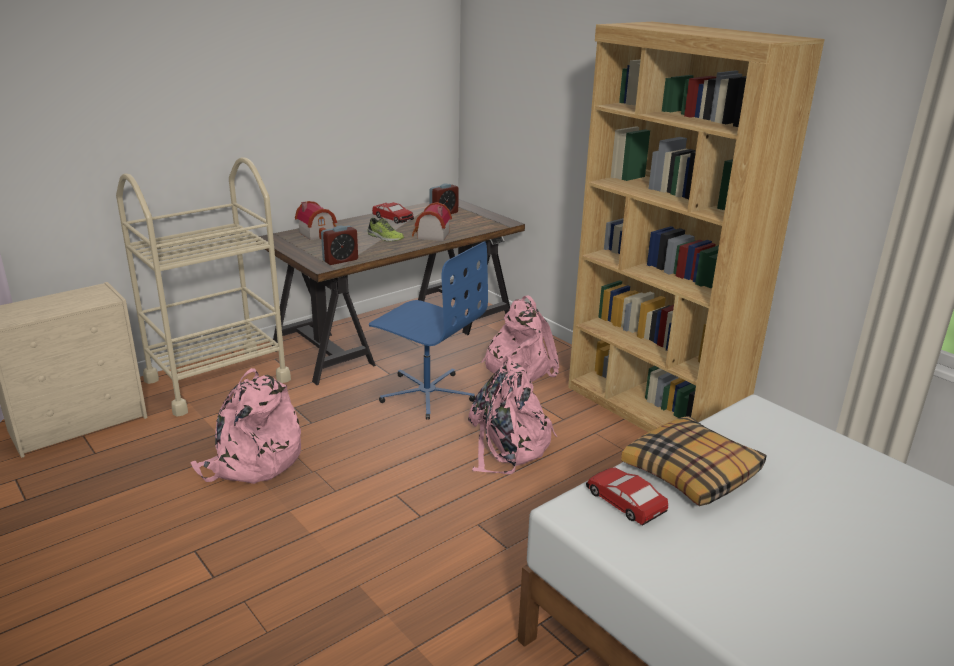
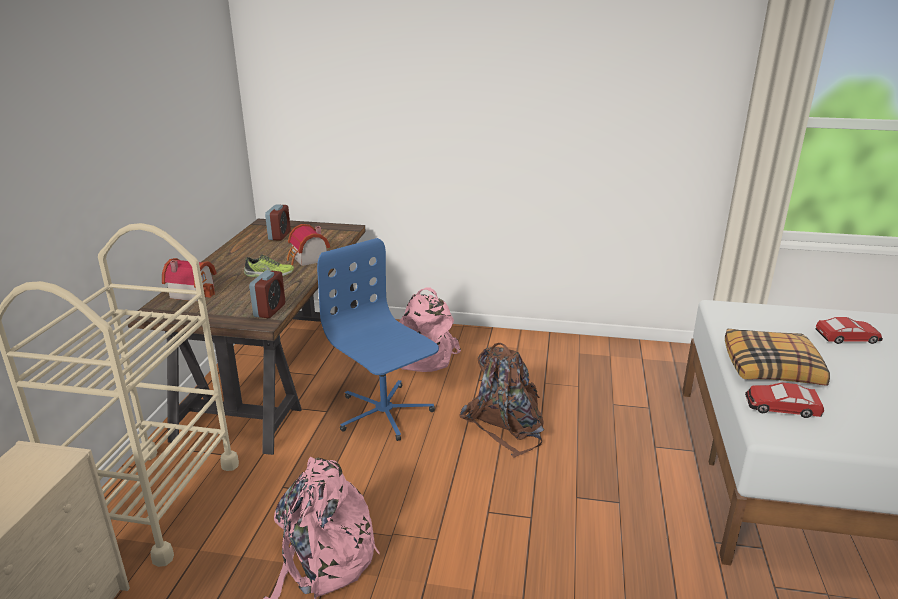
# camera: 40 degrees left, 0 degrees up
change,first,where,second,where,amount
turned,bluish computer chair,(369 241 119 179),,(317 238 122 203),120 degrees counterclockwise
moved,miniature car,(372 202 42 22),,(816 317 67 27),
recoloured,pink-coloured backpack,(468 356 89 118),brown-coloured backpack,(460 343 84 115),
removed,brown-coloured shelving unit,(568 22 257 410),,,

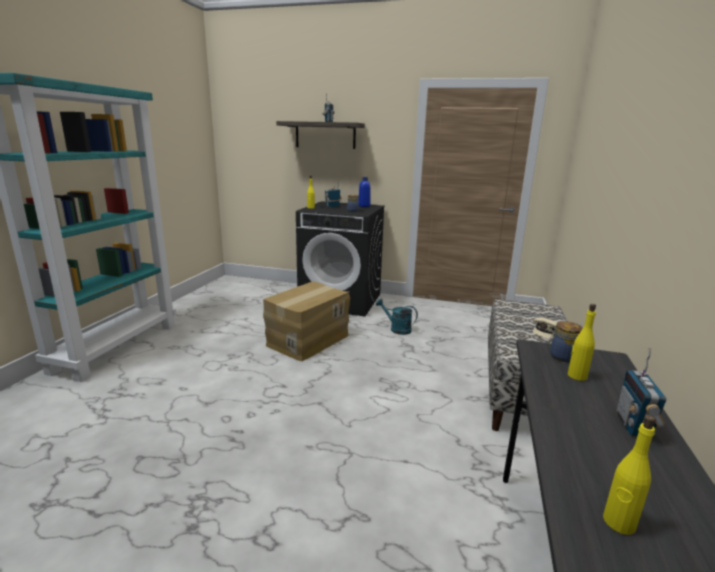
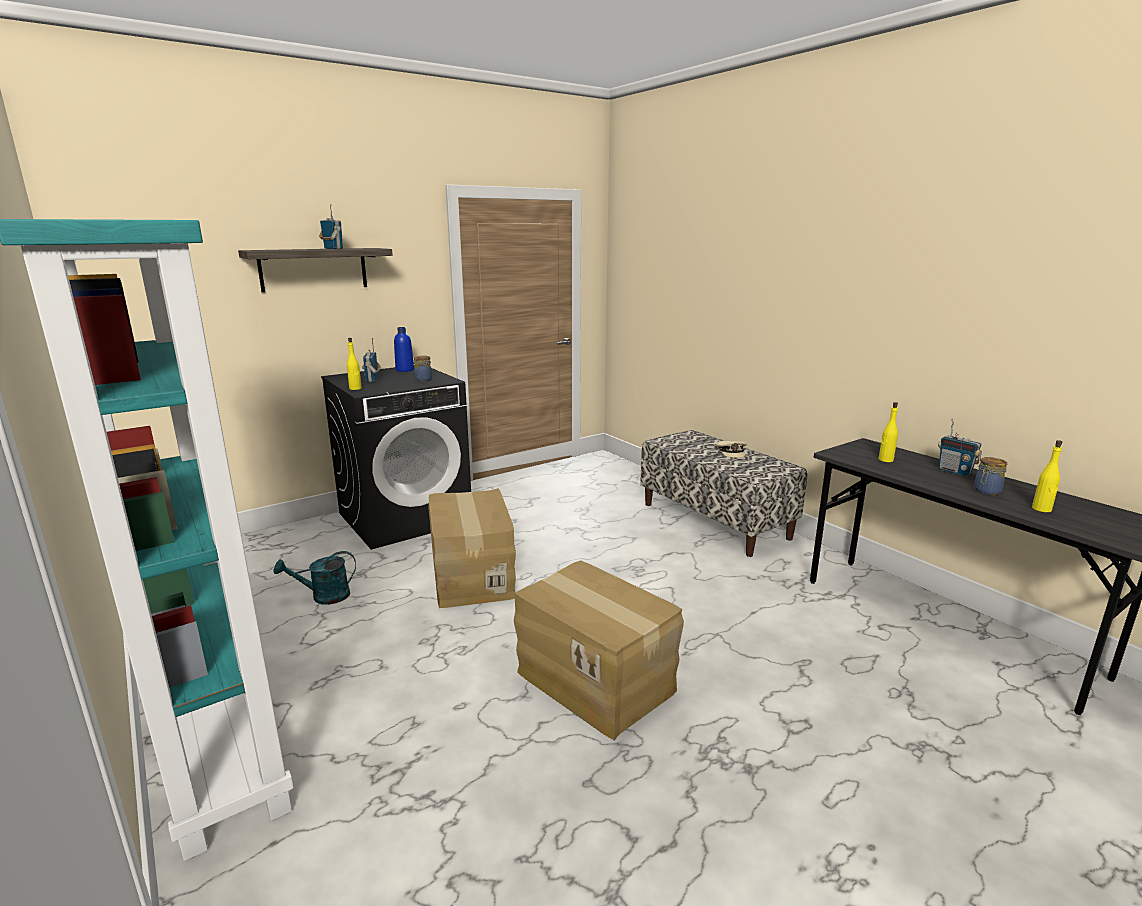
# camera: 50 degrees left, 0 degrees up
change,first,where,second,where,amount
moved,turquoise-coloured watering pot,(376 299 42 36),,(273 551 83 54),
moved,jar,(549 321 34 41),,(974 457 33 38),
added,,,cardboard box,(514 561 170 179),

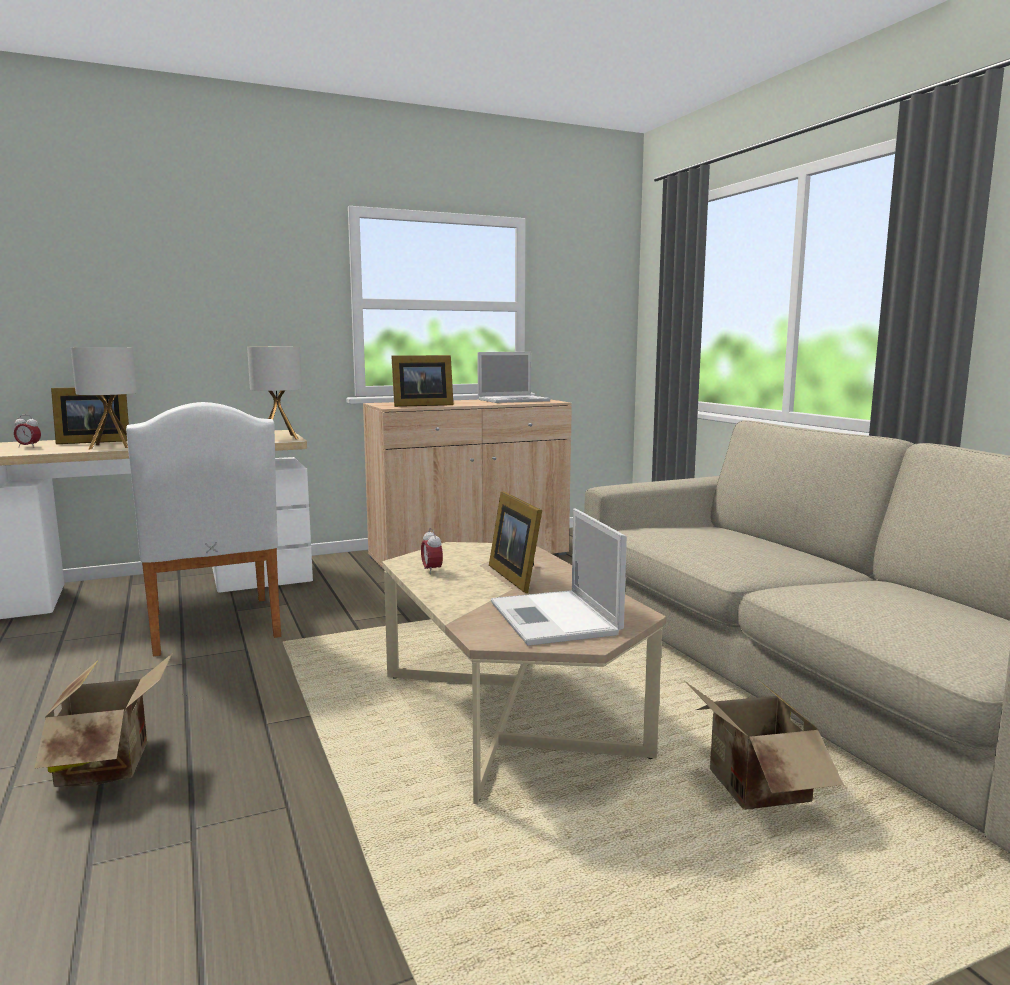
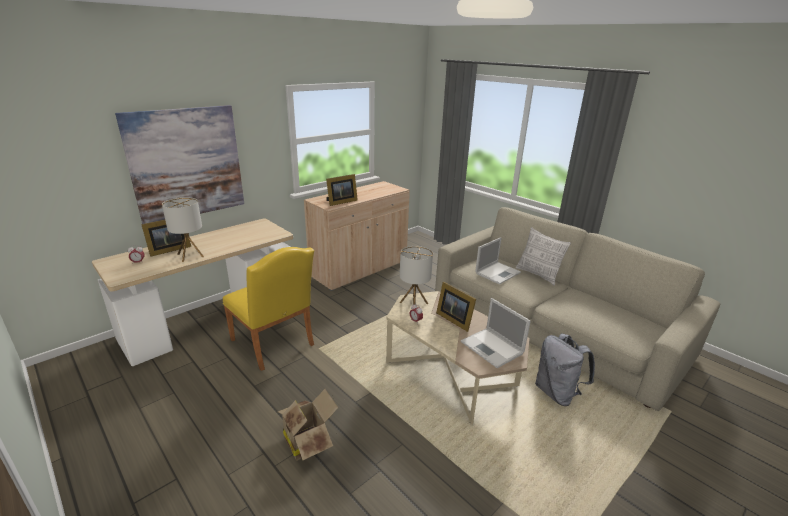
# camera: 20 degrees left, 15 degrees up
change,first,where,second,where,amount
recoloured,white-coloured upright chair,(126 402 155 255),yellow-coloured upright chair,(223 247 91 124),
moved,tabletop lamp,(247 347 55 92),,(400 246 33 59),
moved,portable computer,(477 352 73 51),,(475 237 46 47),
replaced,cardboard box,(685 674 159 136),greyish backpack,(535 333 60 73),
added,,,wall picture,(115 105 129 119),
added,,,pillow,(516 227 55 58),

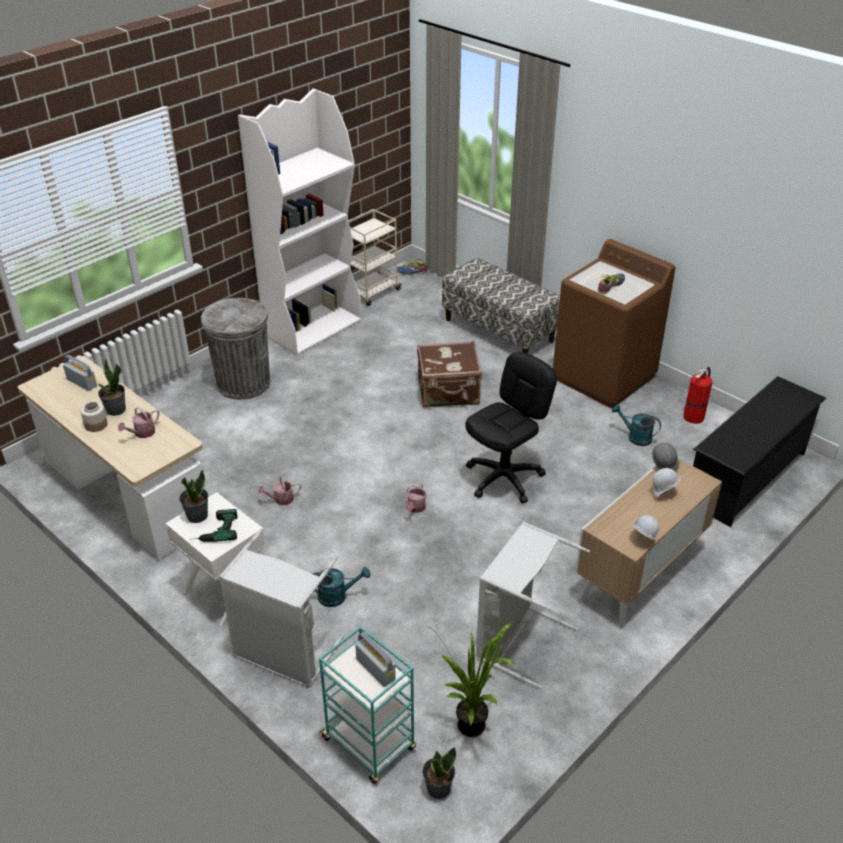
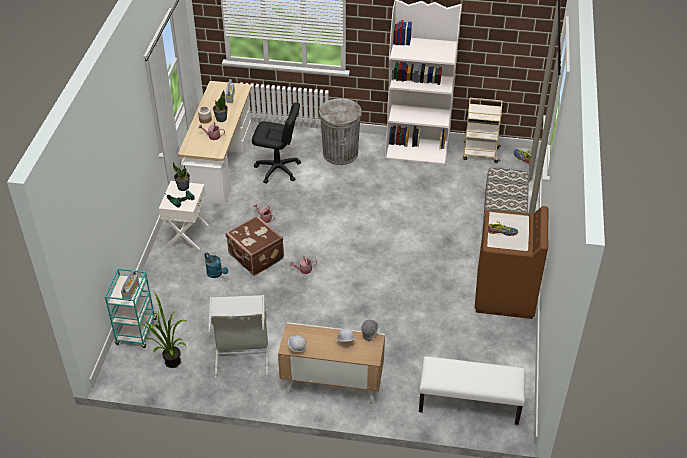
# camera: 55 degrees right, 5 degrees up
change,first,where,second,where,amount
removed,greyish laundry basket,(219 528 126 160),,,
moved,brown-coloured travel case,(417 341 65 67),,(226 216 58 60),
removed,plant in a pot,(422 748 34 51),,,
moved,black computer chair,(465 352 92 151),,(252 103 49 80),
removed,turquoise-coloured watering pot,(612 404 49 42),,,
removed,fire-fighting cylinder,(683 367 30 57),,,
replaced,black shoe stand,(693 376 133 151),white-coloured long seat,(419 356 107 69),

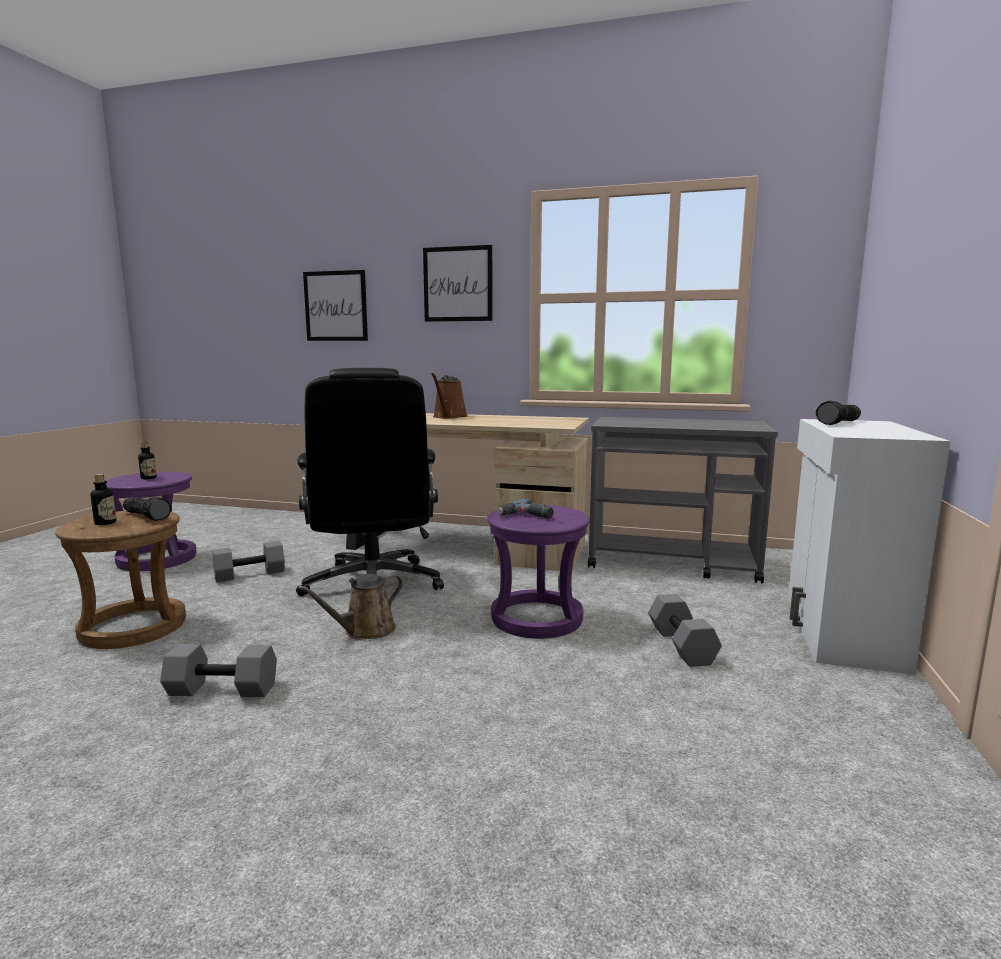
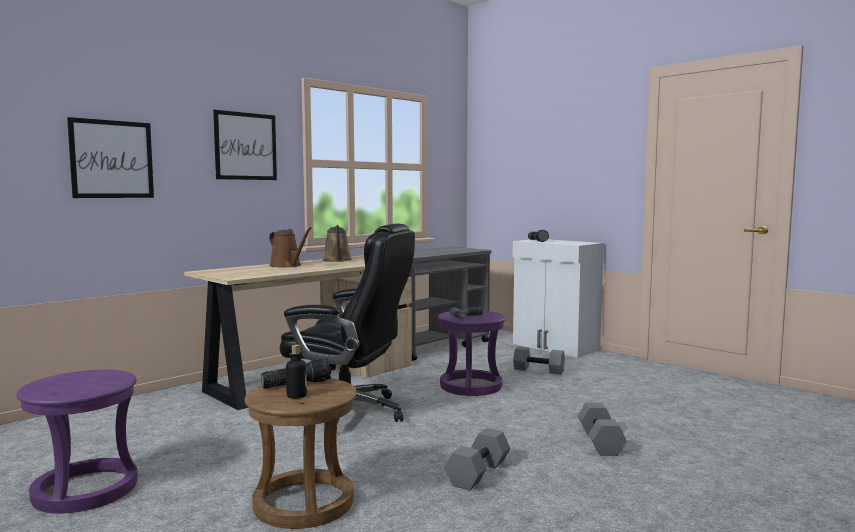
# camera: 60 degrees left, 5 degrees down
change,first,where,second,where,amount
removed,drink bottle,(138 442 19 37),,,
moved,greyish dumbbell,(212 541 73 41),,(578 402 49 54),
moved,brown-coloured watering pot,(297 573 106 67),,(323 225 29 37),

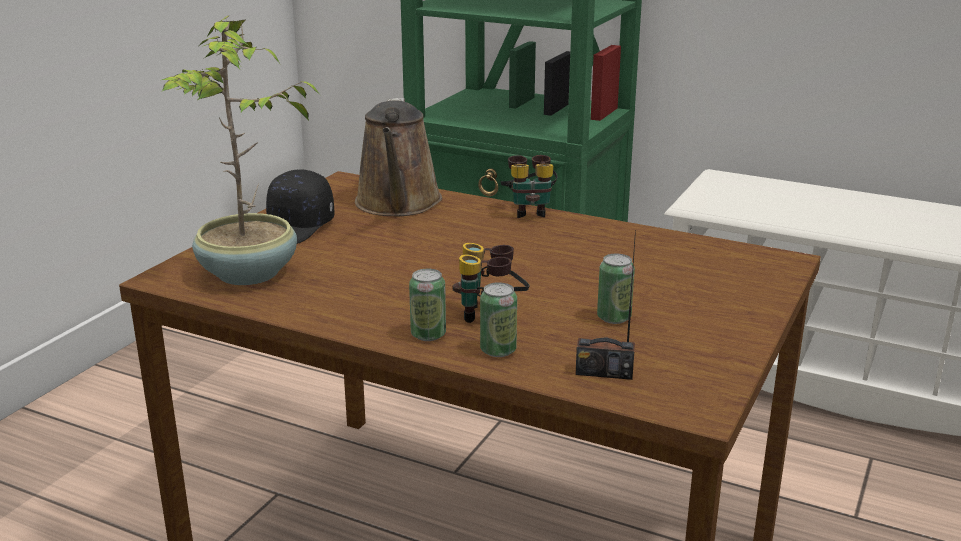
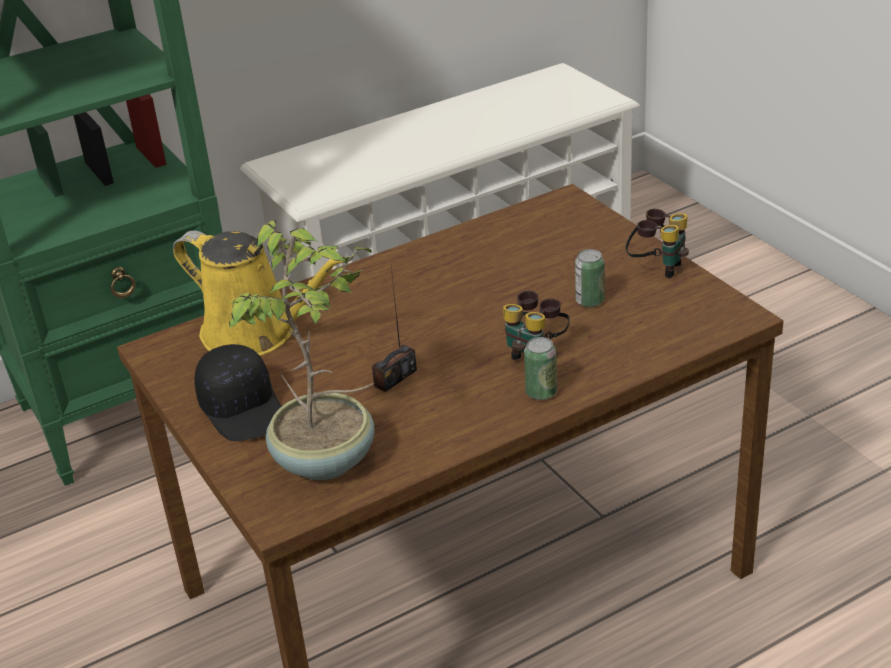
# camera: 55 degrees left, 10 degrees up
change,first,where,second,where,amount
recoloured,brown-coloured watering pot,(355 98 87 118),yellow-coloured watering pot,(173 231 172 125),
removed,metal can,(480 282 37 75),,,
moved,field glasses,(500 155 58 63),,(625 209 64 69),
moved,radio,(575 230 61 150),,(372 267 45 125),

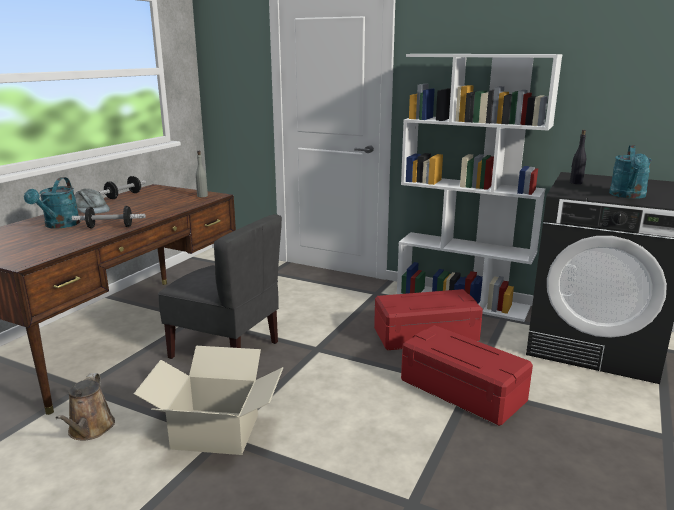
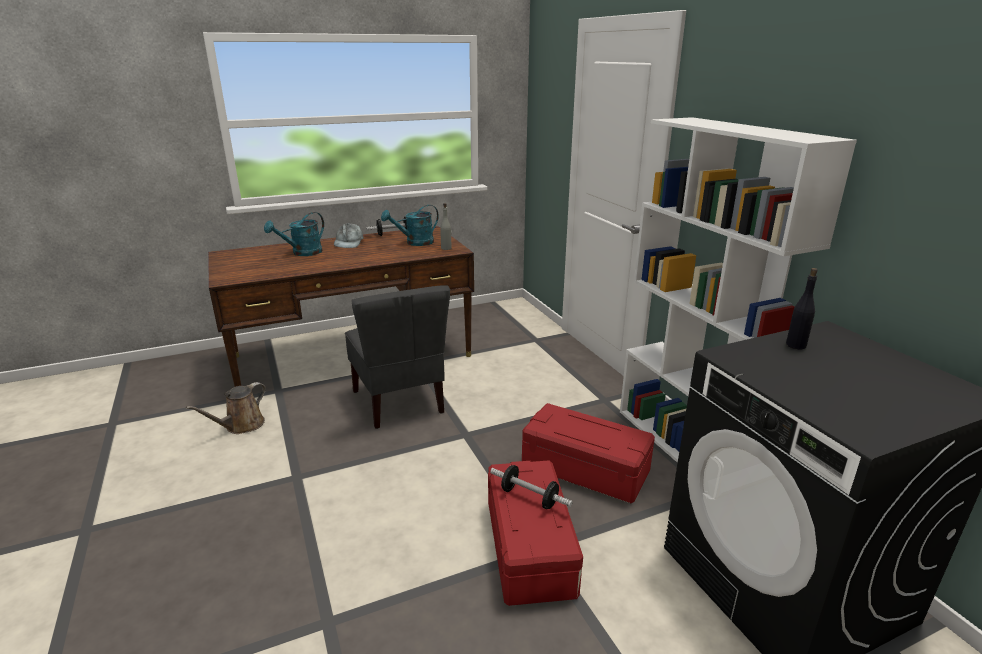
# camera: 40 degrees right, 5 degrees up
change,first,where,second,where,amount
moved,dumbbell,(72 206 74 22),,(490 465 83 44),
removed,cardboard box,(134 346 150 109),,,
moved,turquoise-coloured watering pot,(609 145 43 54),,(381 205 58 41),

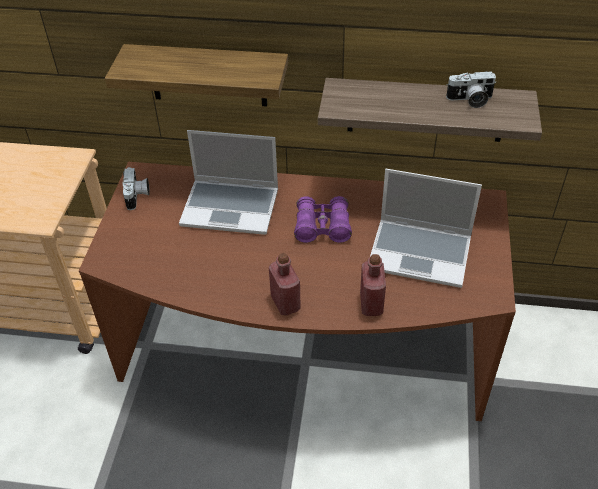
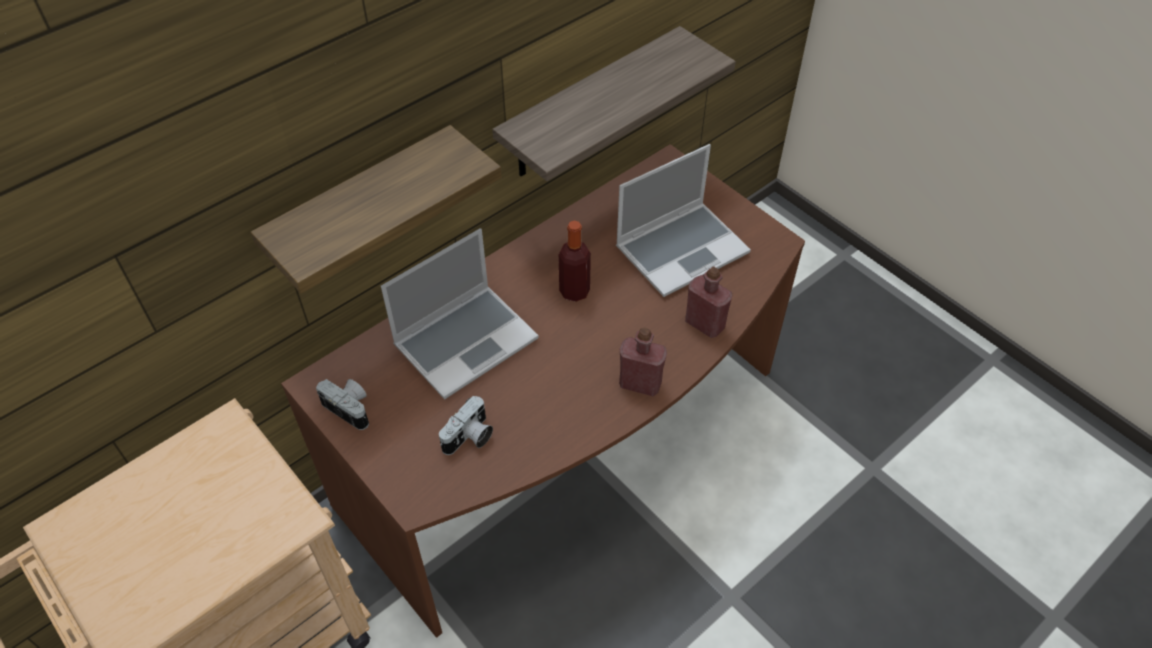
# camera: 50 degrees left, 5 degrees up
change,first,where,second,where,amount
replaced,purple-coloured field glasses,(294 196 58 47),drink bottle,(559 221 32 81),
moved,still camera,(446 71 50 37),,(439 396 54 59),

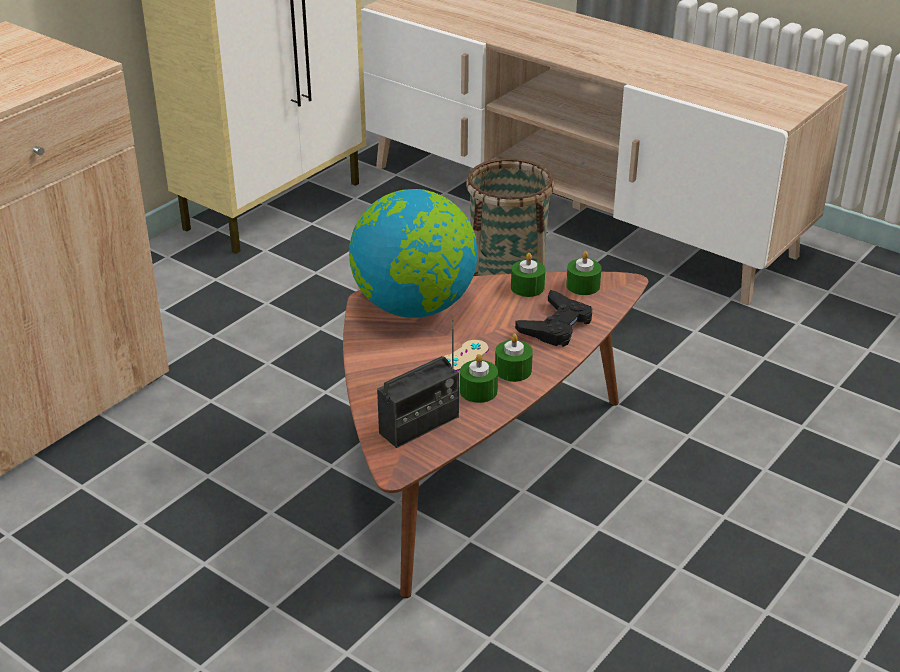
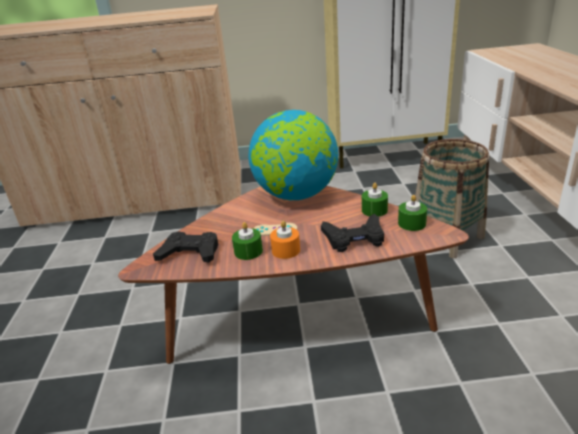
# camera: 50 degrees right, 5 degrees down
change,first,where,second,where,amount
replaced,radio,(377 320 82 128),black gamepad,(153 231 65 32),
recoloured,greenish wax candle,(495 334 38 48),orange wax candle,(270 221 30 38),

